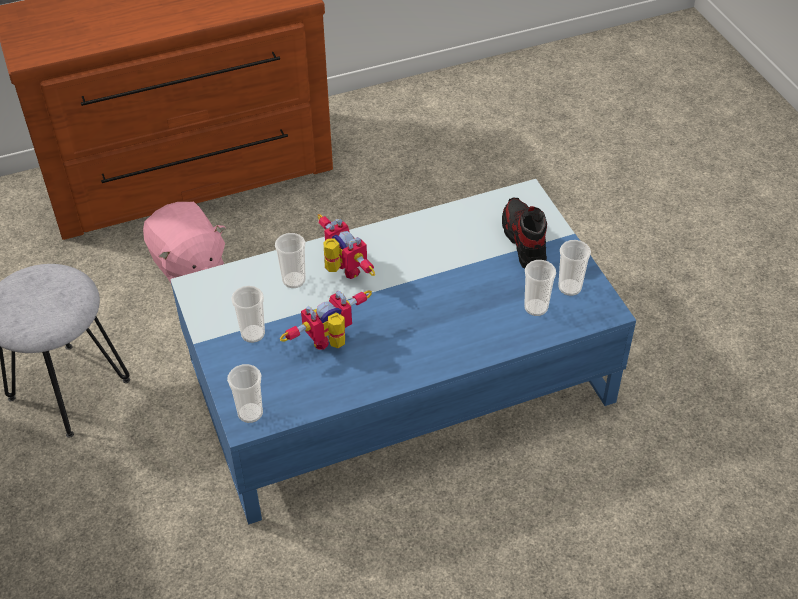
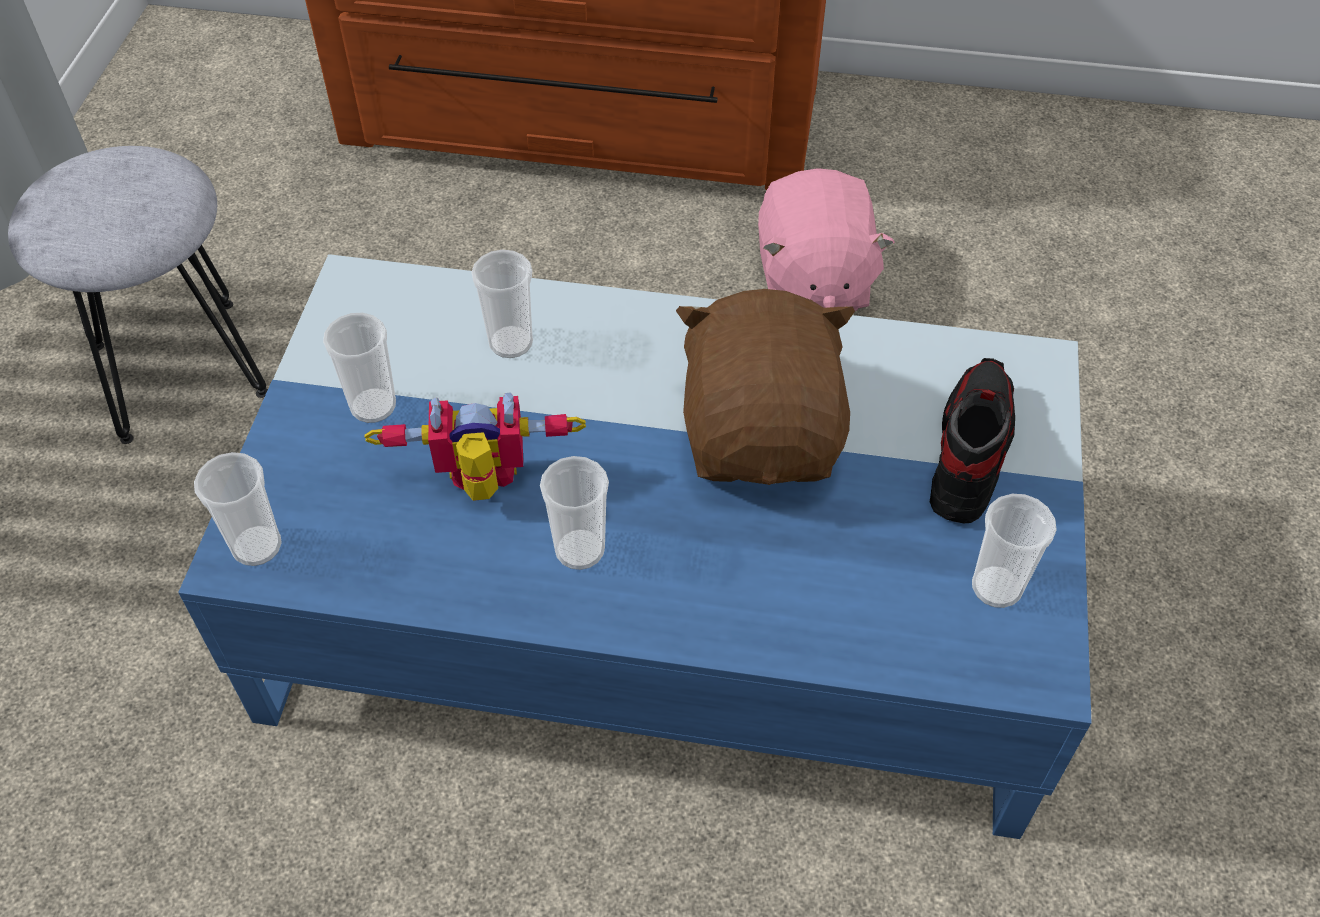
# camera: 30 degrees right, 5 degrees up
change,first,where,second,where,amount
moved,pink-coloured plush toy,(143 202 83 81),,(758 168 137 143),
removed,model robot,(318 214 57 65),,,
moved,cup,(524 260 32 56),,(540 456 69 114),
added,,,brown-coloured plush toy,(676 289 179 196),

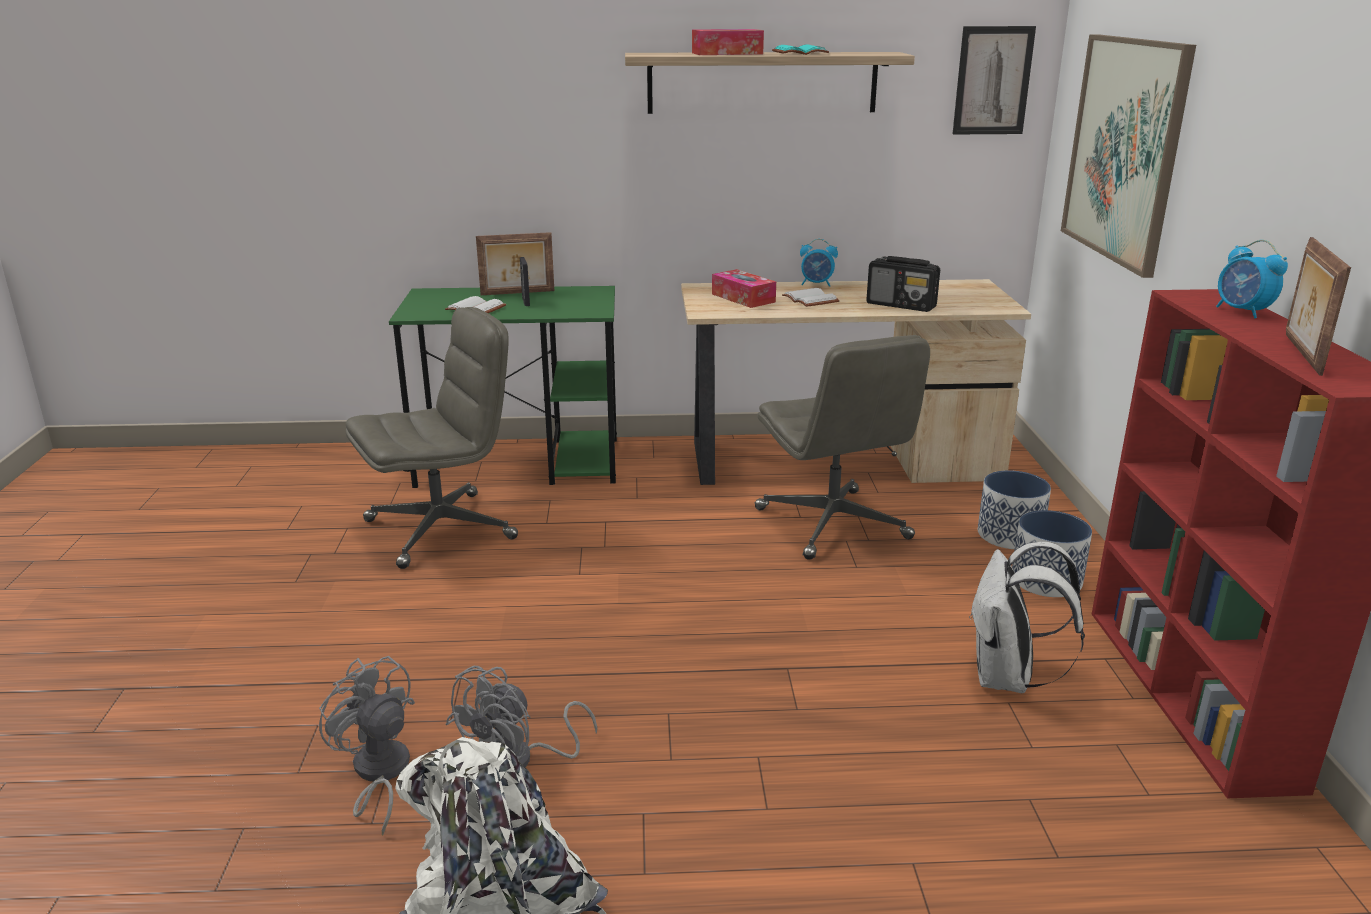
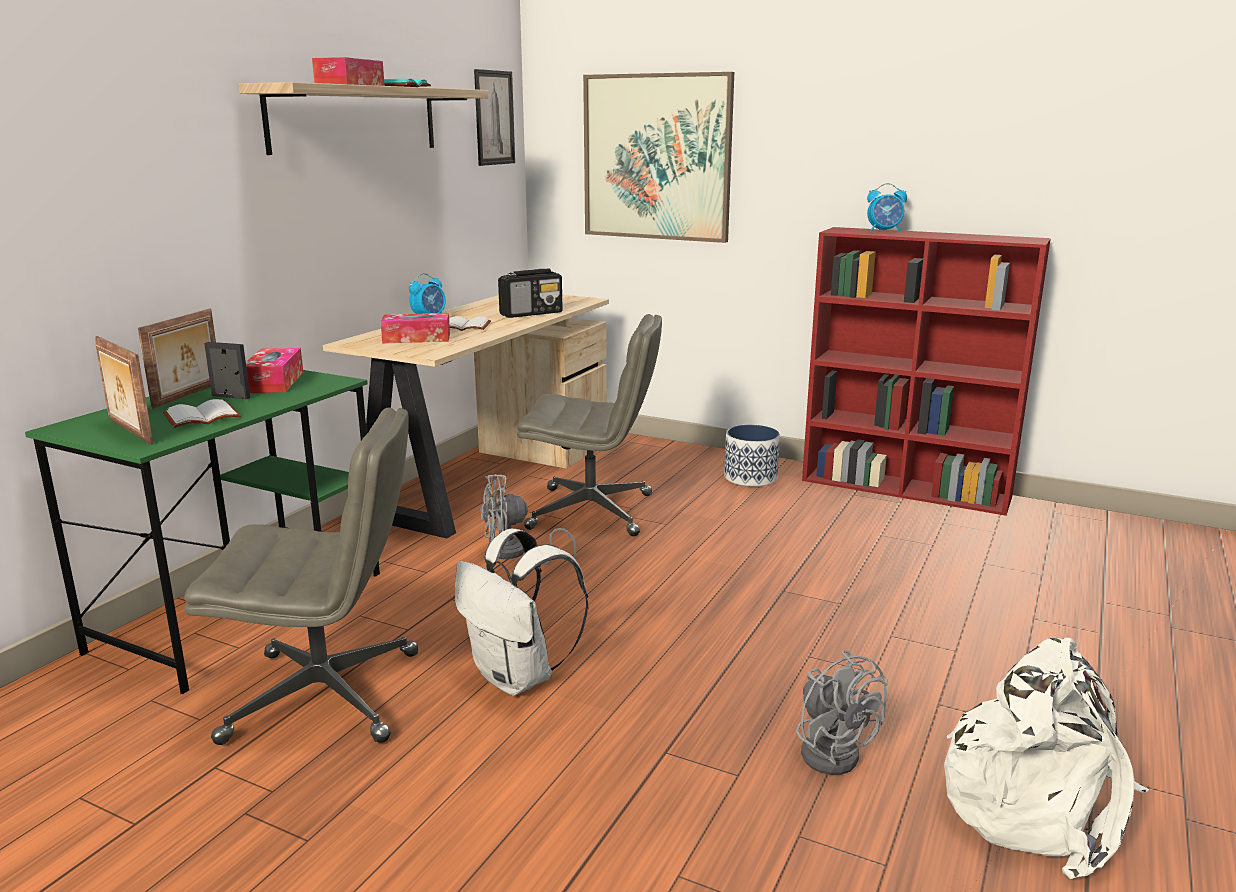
# camera: 60 degrees left, 5 degrees down
change,first,where,second,where,amount
moved,greyish electric fan,(319 656 96 179),,(480 474 97 90),
turned,greyish computer chair,(346 307 172 262),,(184 408 234 337),90 degrees clockwise
moved,white-coloured backpack,(969 542 116 151),,(455 529 133 167),
removed,plant pot,(978 470 73 79),,,
moved,picture frame,(1286 237 65 139),,(95 336 58 109),
added,,,box of tissues,(246 348 57 45),

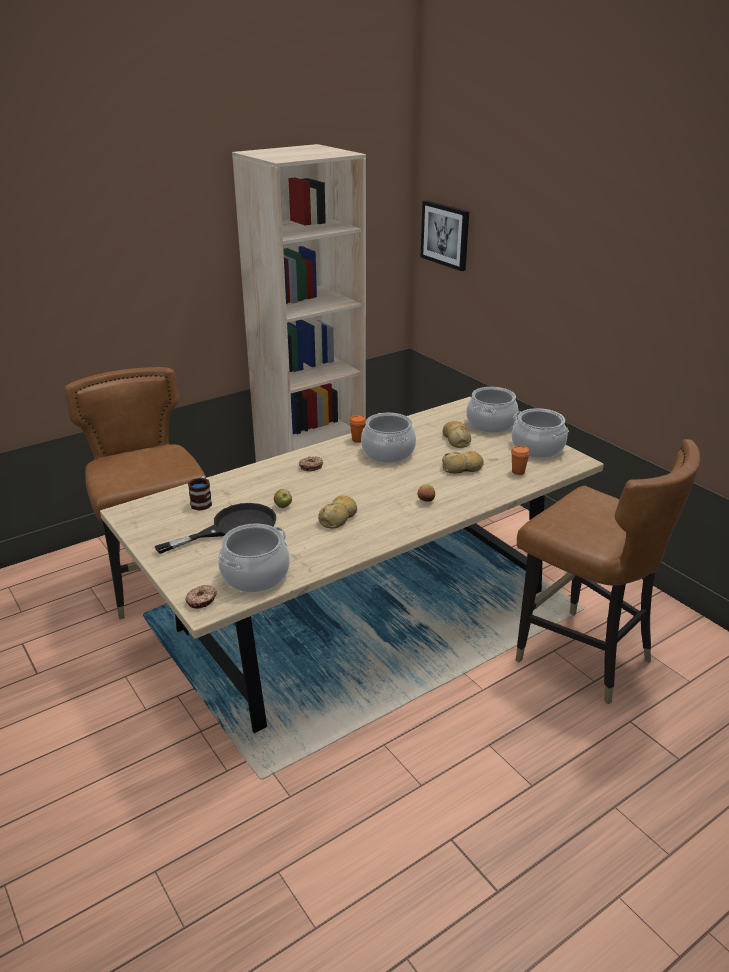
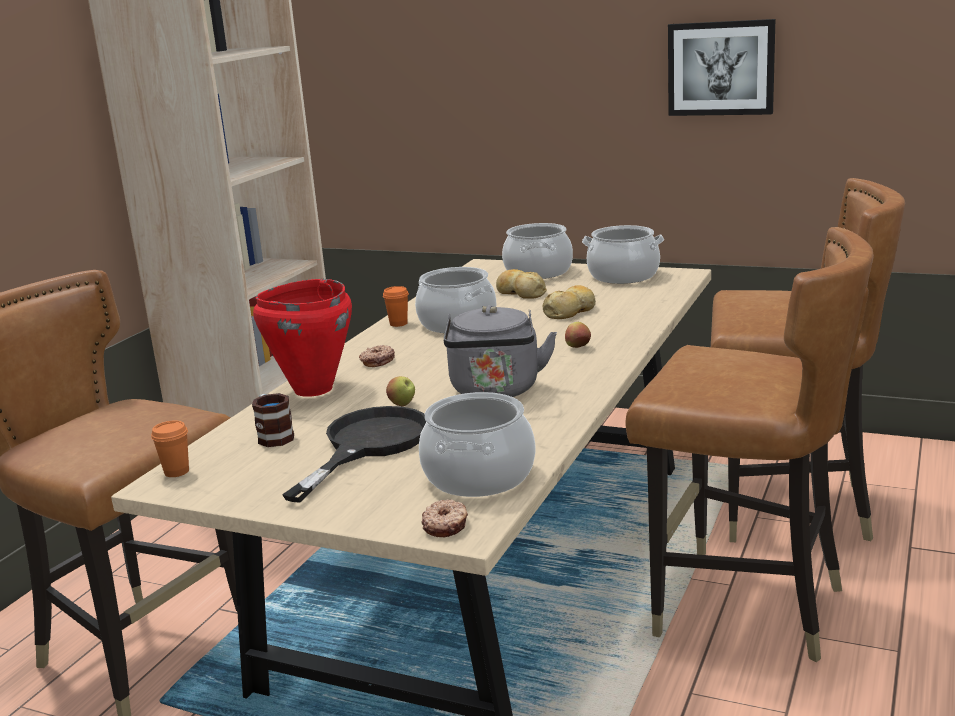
# camera: 30 degrees left, 10 degrees down
change,first,where,second,where,amount
replaced,bakery bread,(318 495 39 34),greyish tea kettle,(444 305 113 92),
moved,wall picture,(421 200 48 71),,(668 19 107 97),
moved,orange cup,(511 445 19 30),,(151 421 38 56),
added,,,reddish saucepot,(253 279 99 118),
added,,,brown-coloured upright chair,(625 227 249 435),

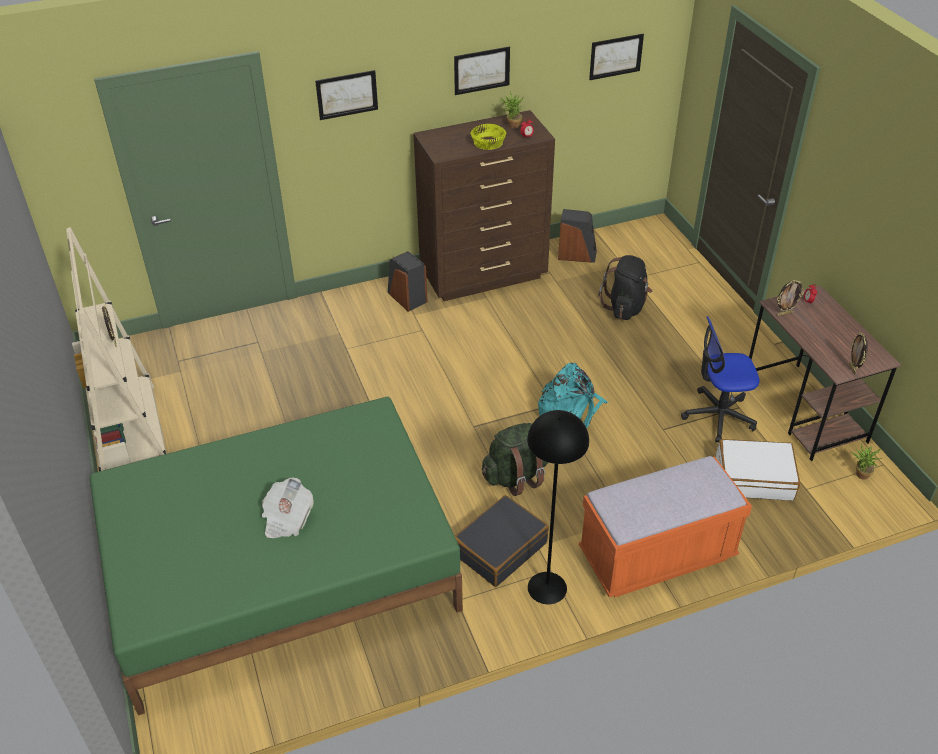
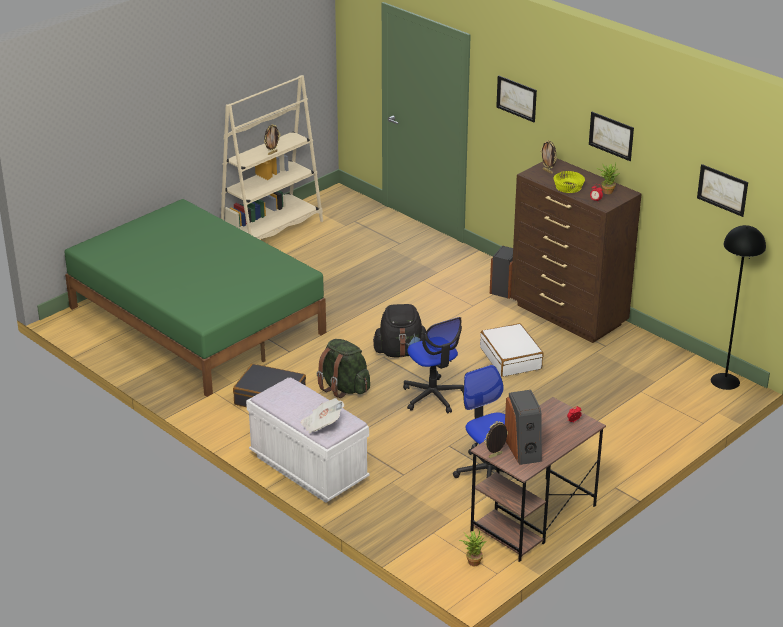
# camera: 65 degrees right, 10 degrees down
change,first,where,second,where,amount
moved,daily paper,(262 478 52 60),,(301 398 43 35),
moved,black floor lamp,(527 410 62 194),,(711 225 55 165),
replaced,turquoise-coloured backpack,(538 362 70 66),computer chair,(403 317 61 97),
moved,loudspeaker,(558 209 39 54),,(505 390 37 75),
recoloured,orange long seat,(579 456 173 141),white-coloured long seat,(246 377 124 126),
moved,black backpack,(598 255 54 65),,(373 304 53 53),
moved,white-coloured travel case,(716 439 84 62),,(480 323 64 54),
moved,picture frame,(777 280 27 36),,(540 140 17 34),

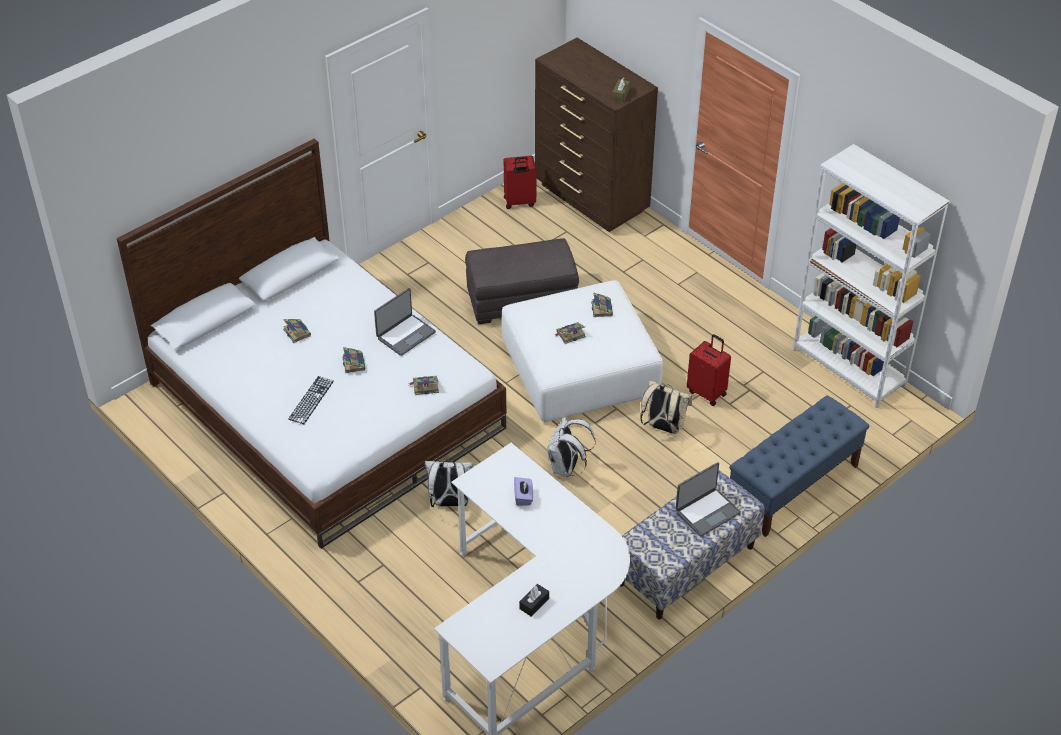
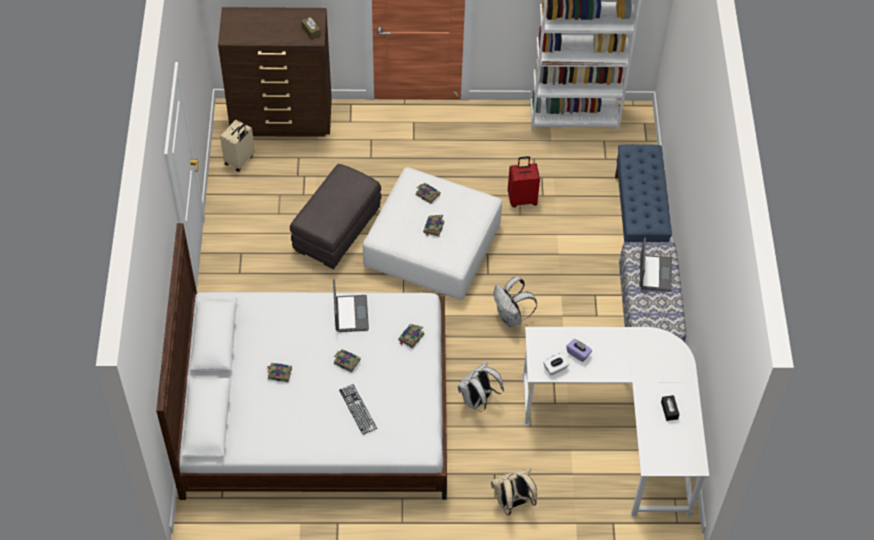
# camera: 50 degrees left, 10 degrees up
change,first,where,second,where,amount
recoloured,reddish travel case,(504 156 32 53),beige-coloured travel case,(220 120 35 52),
moved,beige-coloured backpack,(640 380 52 54),,(491 468 46 47),
added,,,white-coloured box of tissues,(543 352 26 23),

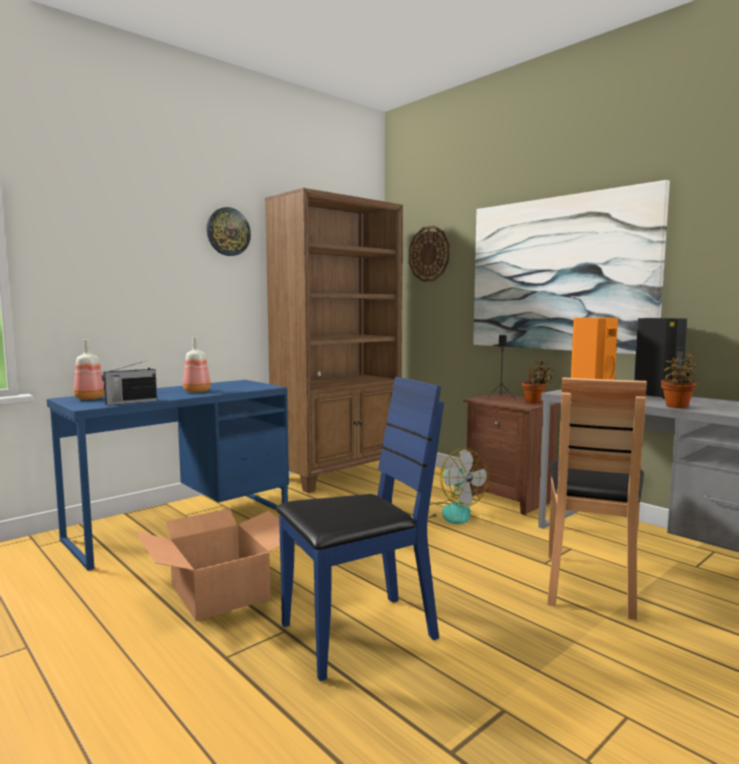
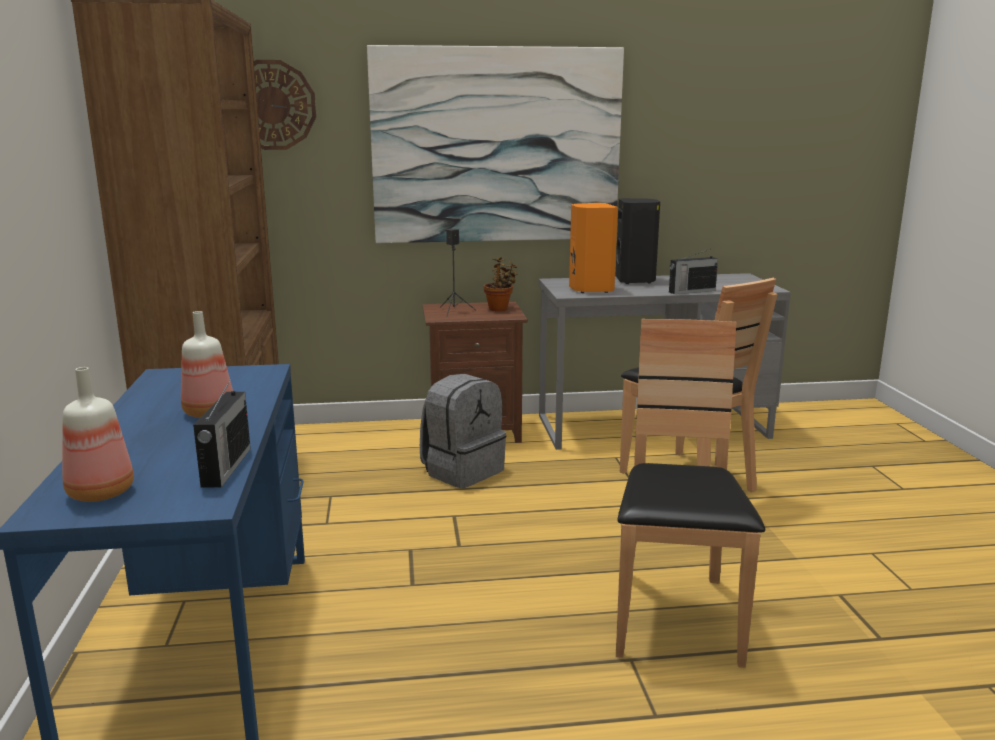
# camera: 55 degrees left, 10 degrees up
change,first,where,second,where,amount
removed,cardboard box,(136 509 144 112),,,
removed,clock on the wall,(206 207 45 49),,,
recoloured,bluish upright chair,(276 377 168 304),brown-coloured upright chair,(616 319 149 349),
replaced,electric fan,(428 448 61 76),greyish backpack,(420 374 86 114),
replaced,plant in a pot,(661 354 36 54),radio,(669 250 49 44),

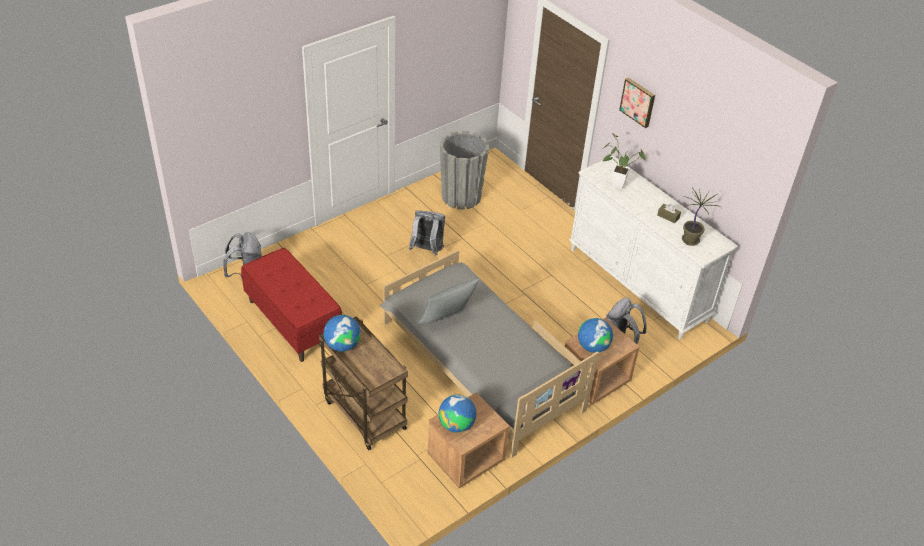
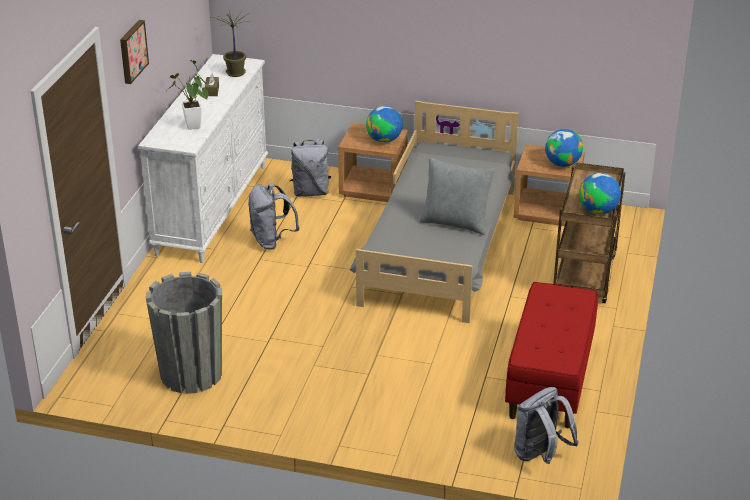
# camera: 125 degrees left, 10 degrees down
change,first,where,second,where,amount
moved,greyish backpack,(409 210 36 46),,(248 184 52 66),

